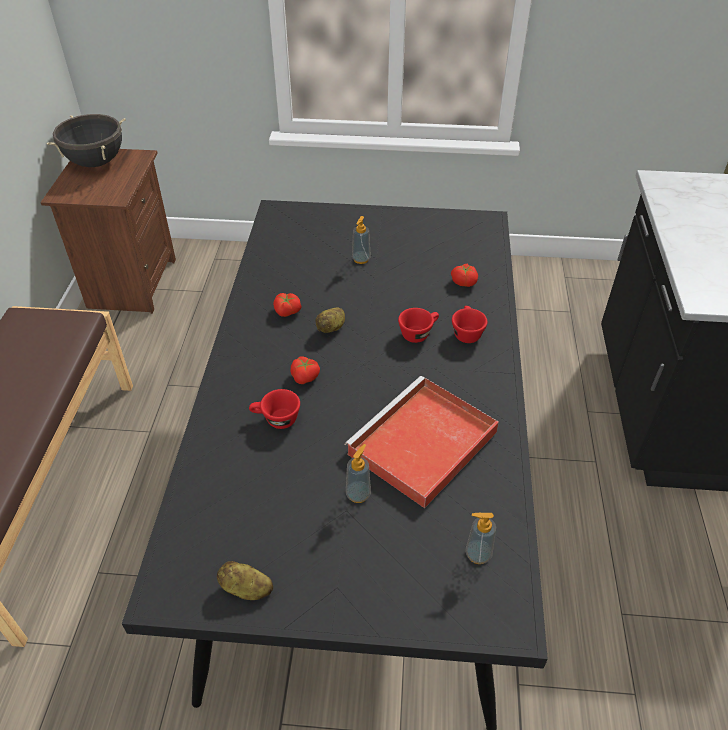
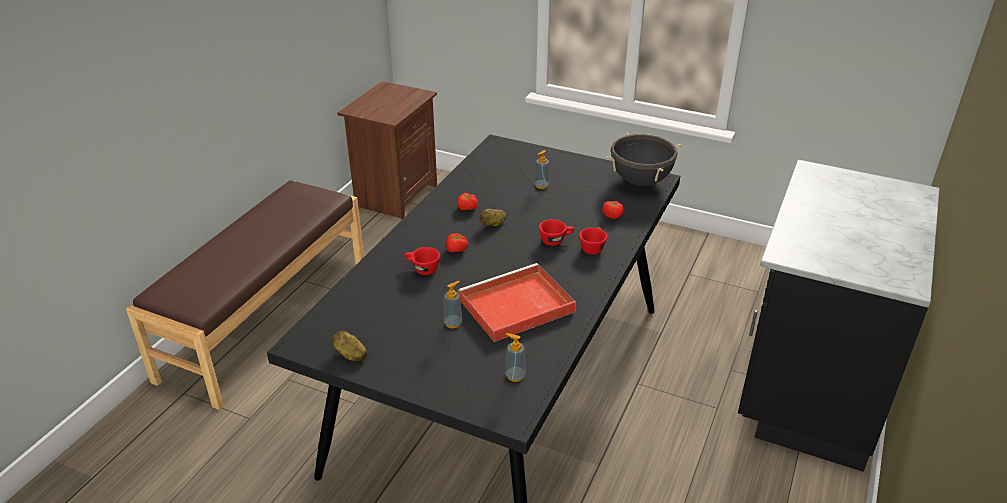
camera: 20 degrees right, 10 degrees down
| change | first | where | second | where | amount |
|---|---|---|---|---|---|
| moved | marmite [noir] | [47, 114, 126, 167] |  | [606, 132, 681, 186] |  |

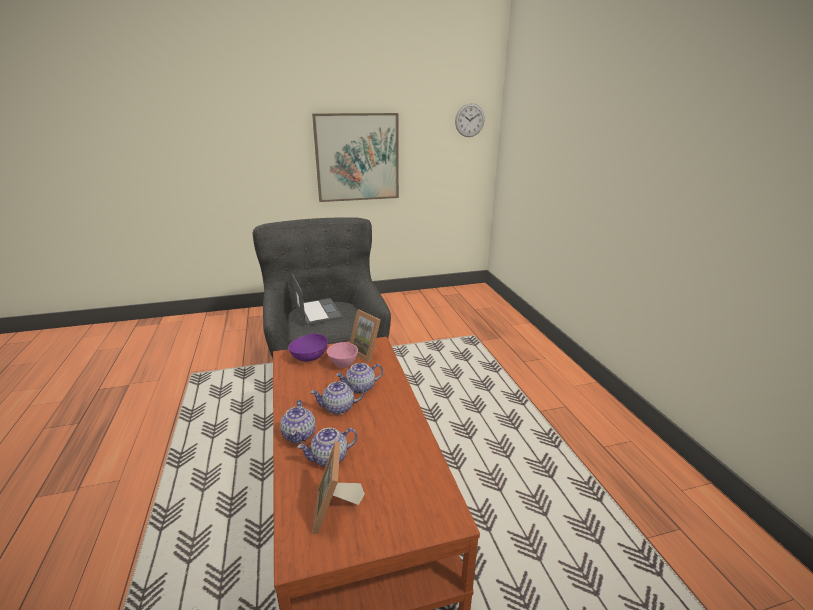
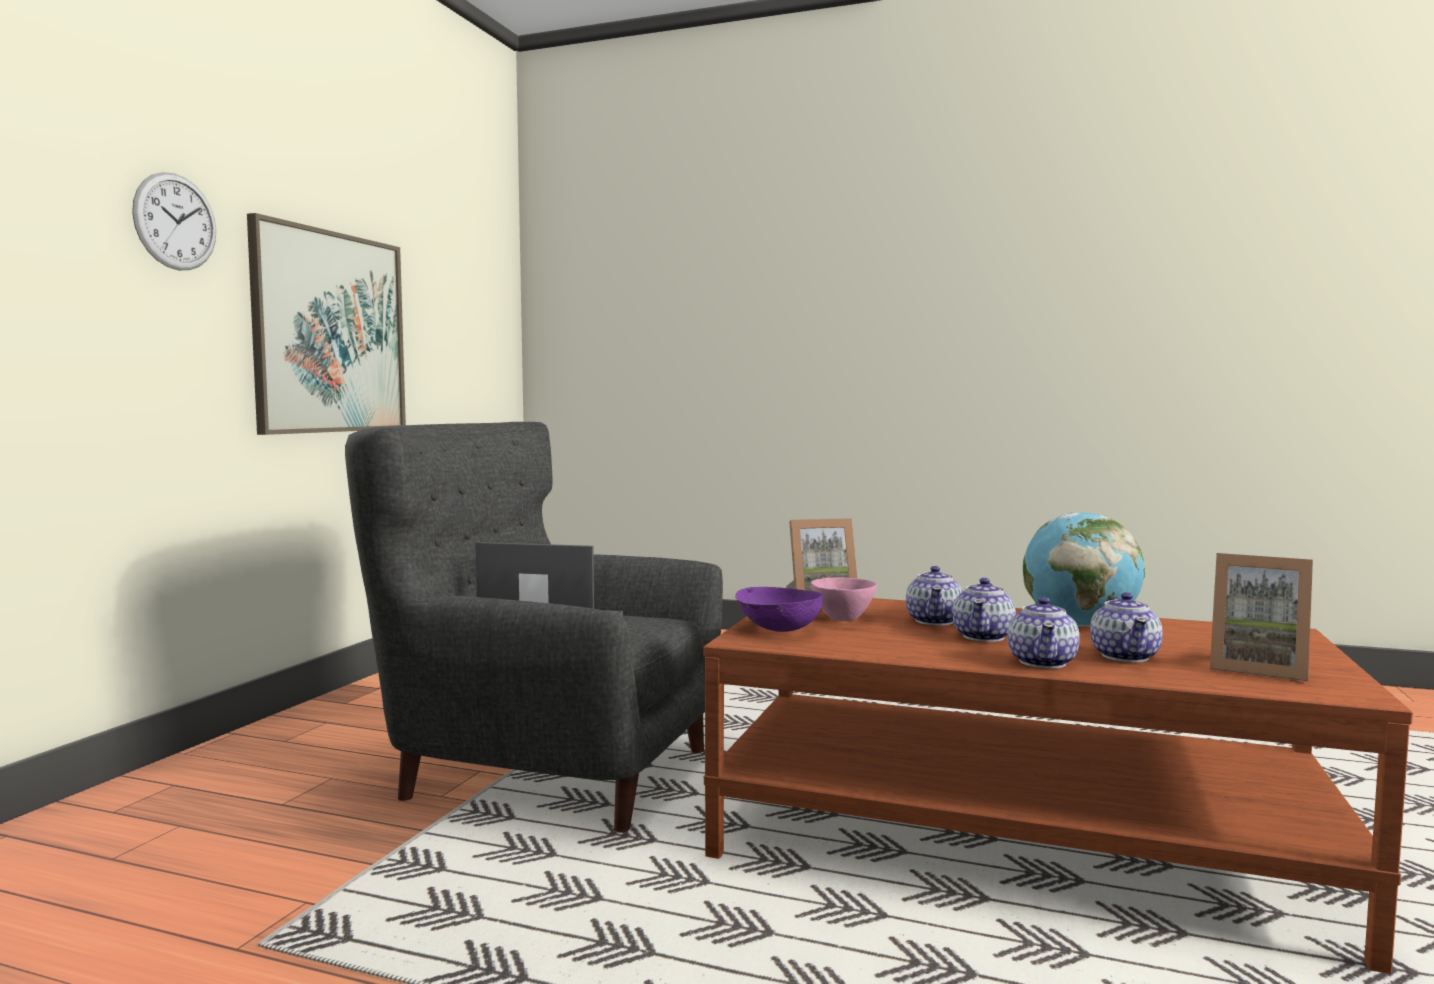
camera: 55 degrees left, 20 degrees down
| change | first | where | second | where | amount |
|---|---|---|---|---|---|
| moved | horloge murale | [455, 103, 485, 137] |  | [132, 172, 216, 270] |  |
| turned | théière | [280, 400, 316, 444] |  | [1008, 597, 1080, 669] | 75 degrees clockwise |
| added |  |  | globe | [1023, 512, 1145, 627] |  |

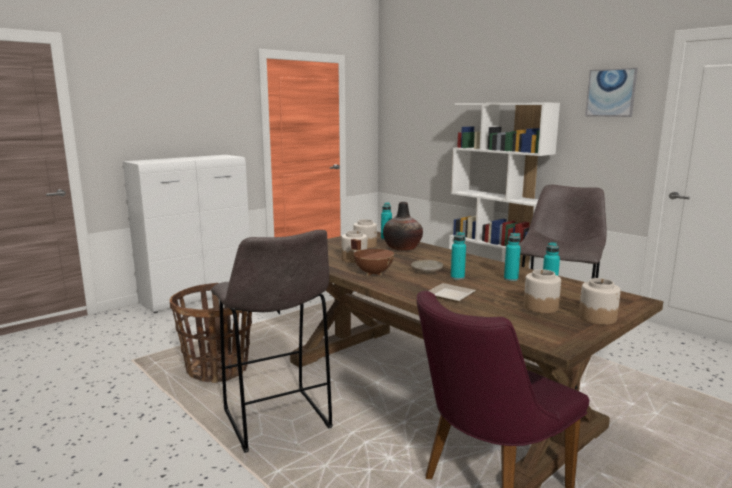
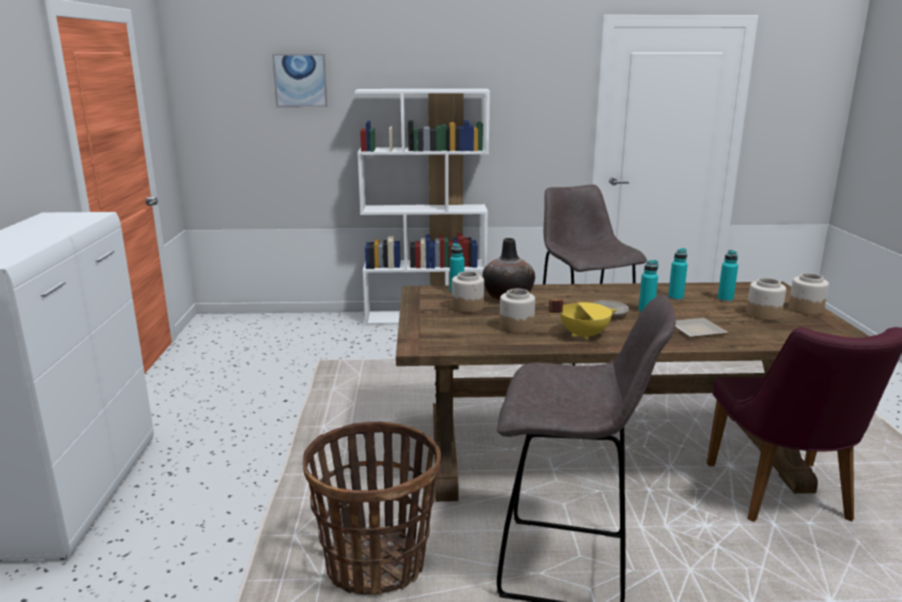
camera: 50 degrees left, 5 degrees up
| change | first | where | second | where | amount |
|---|---|---|---|---|---|
| moved | tableau | [585, 68, 638, 117] |  | [272, 54, 328, 107] |  |
| recoloured | marmite [marron] | [351, 239, 394, 276] | marmite [jaune] | [549, 299, 617, 340] |  |

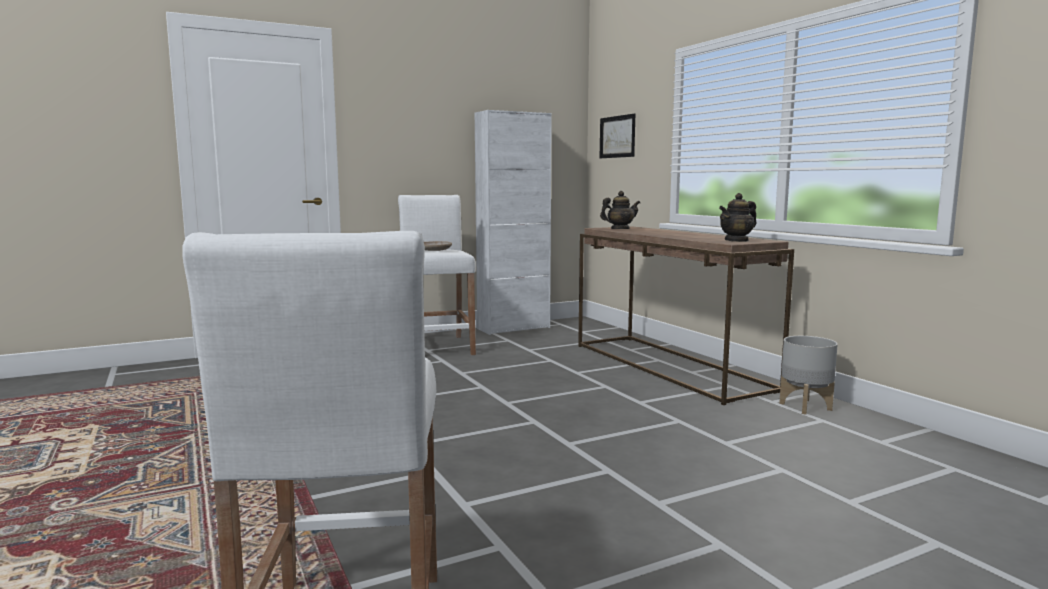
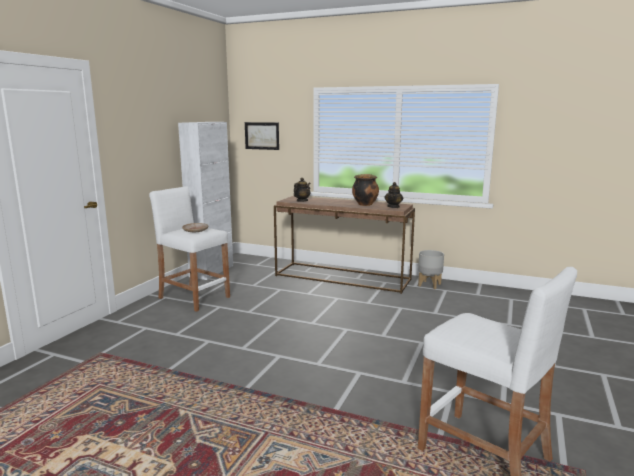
camera: 40 degrees left, 5 degrees up
| change | first | where | second | where | amount |
|---|---|---|---|---|---|
| added |  |  | marmite | [352, 174, 379, 206] |  |

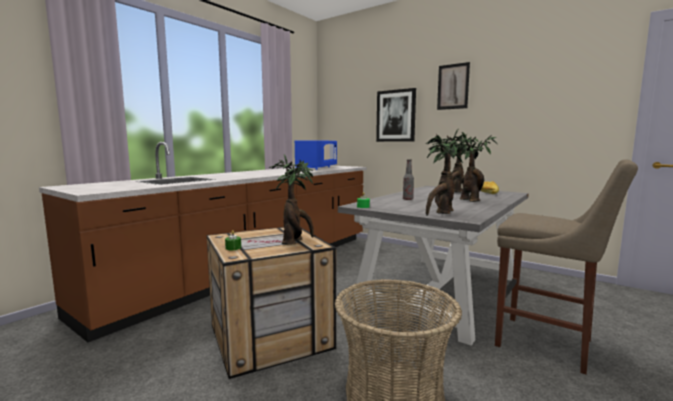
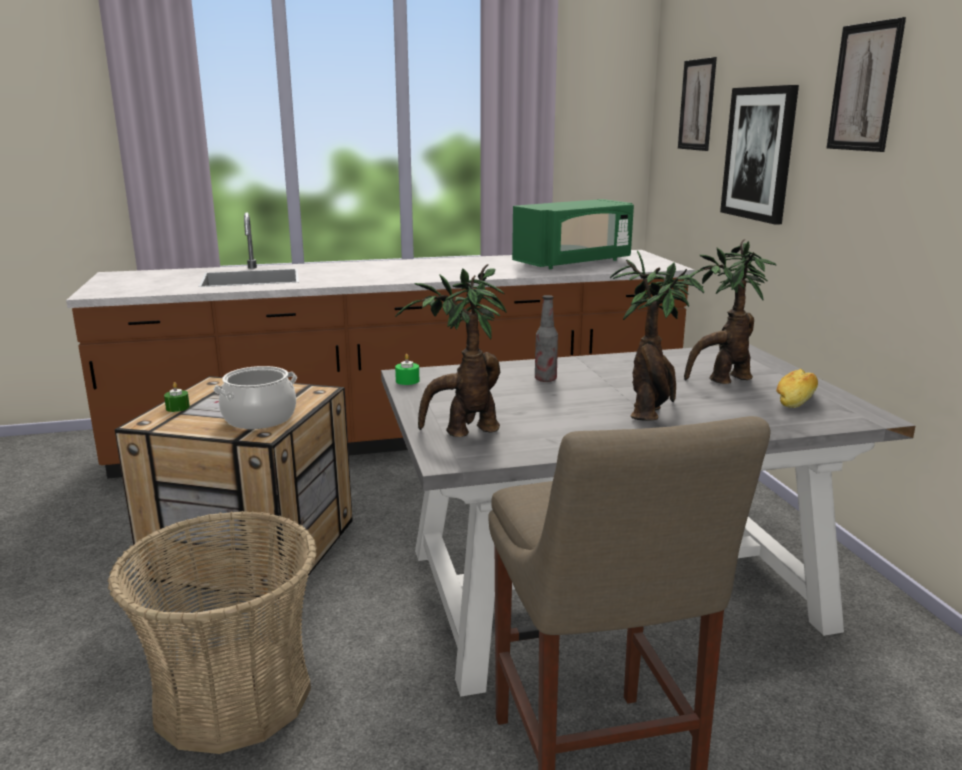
camera: 40 degrees right, 10 degrees up
| change | first | where | second | where | amount |
|---|---|---|---|---|---|
| recoloured | micro-ondes [bleu] | [295, 140, 337, 170] | micro-ondes [vert] | [512, 199, 634, 269] |  |
| replaced | plante en pot | [269, 155, 314, 245] | marmite | [214, 366, 297, 429] |  |
| added |  |  | tableau | [678, 57, 717, 151] |  |

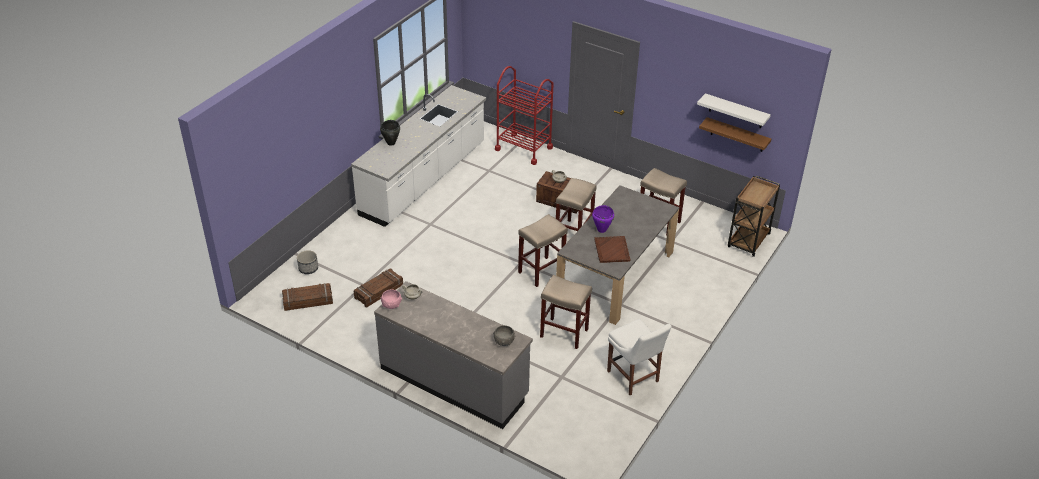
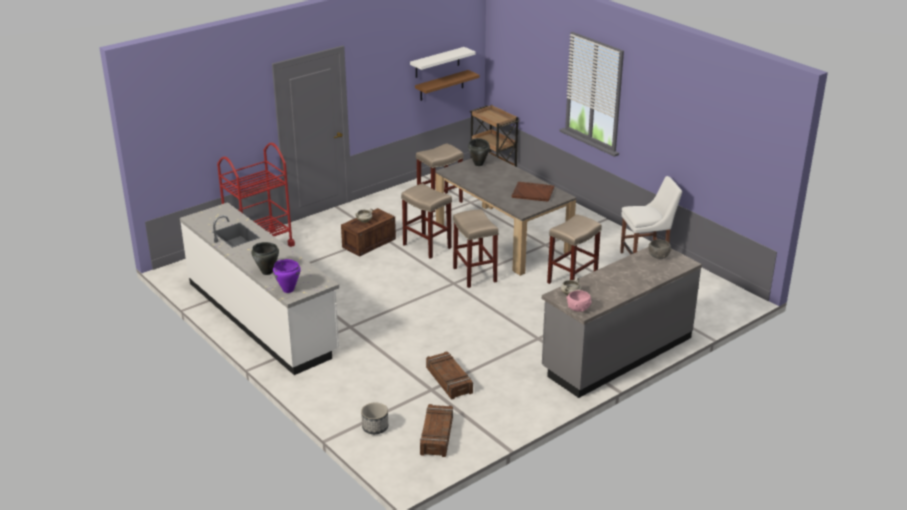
camera: 70 degrees left, 10 degrees down
| change | first | where | second | where | amount |
|---|---|---|---|---|---|
| moved | marmite [violet] | [592, 205, 614, 233] |  | [273, 259, 301, 293] |  |
| added |  |  | marmite [noir] | [468, 138, 490, 166] |  |

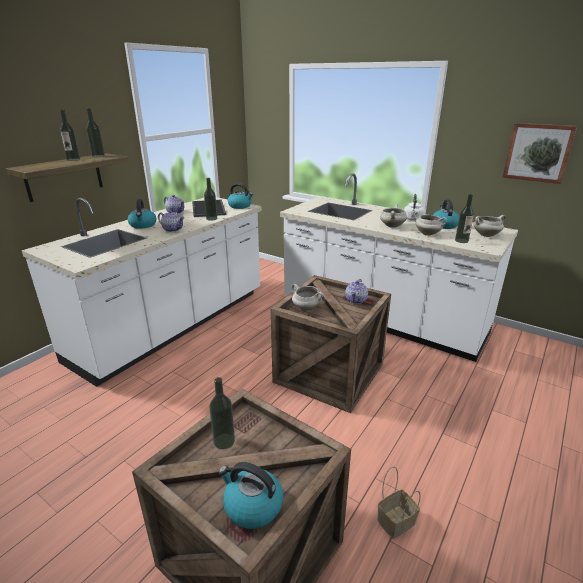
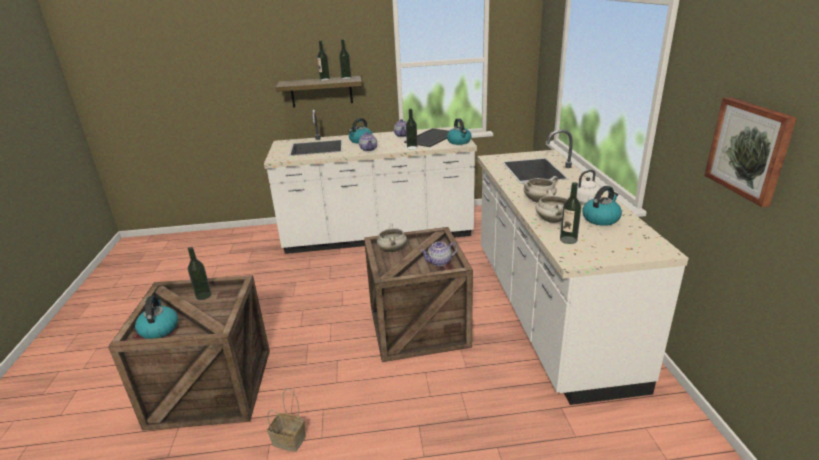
camera: 50 degrees right, 0 degrees up
| change | first | where | second | where | amount |
|---|---|---|---|---|---|
| removed | marmite [blanc] | [473, 215, 506, 237] |  |  |  |

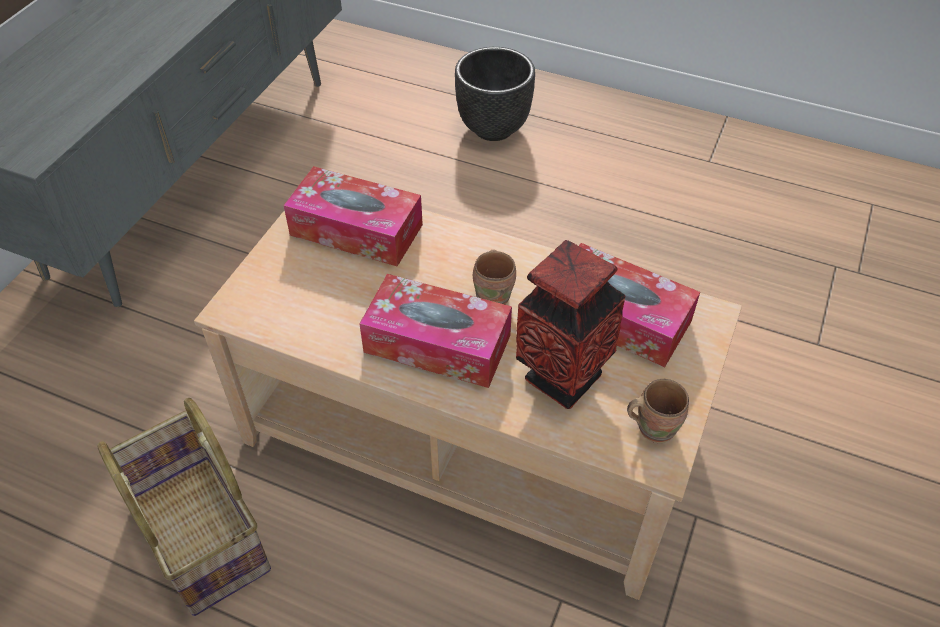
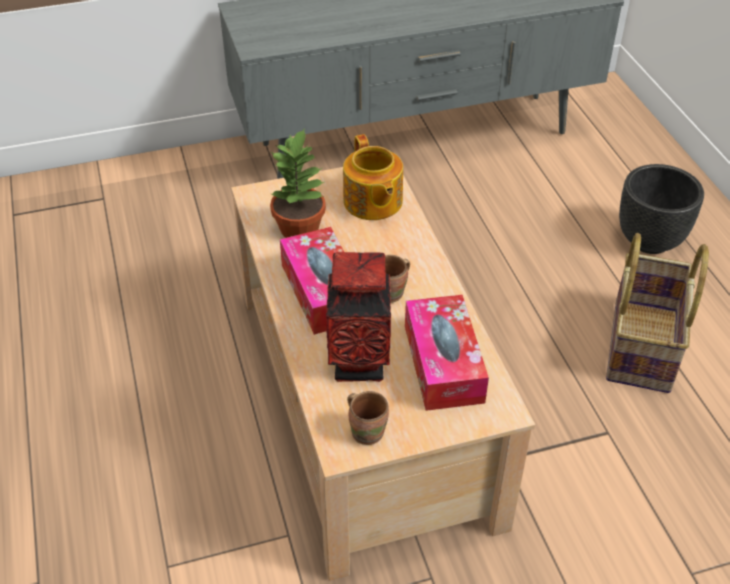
camera: 50 degrees right, 5 degrees down
| change | first | where | second | where | amount |
|---|---|---|---|---|---|
| replaced | boîte à mouchoirs | [283, 166, 423, 267] | théière | [343, 134, 403, 220] |  |
| moved | panier | [97, 398, 271, 616] |  | [606, 233, 709, 393] |  |
| added |  |  | plante en pot | [270, 129, 326, 238] |  |

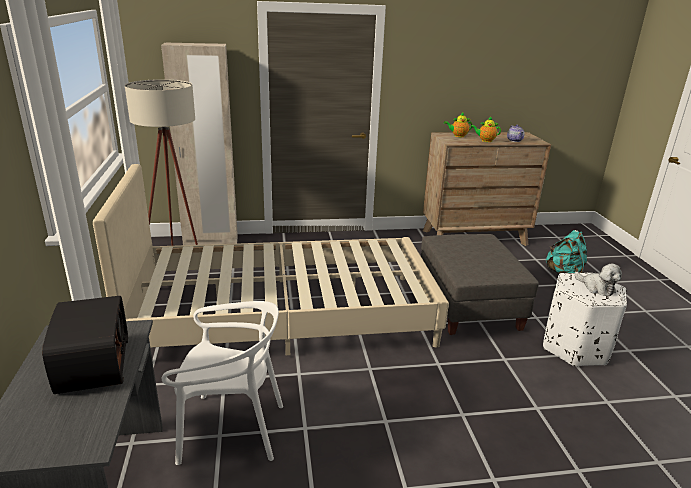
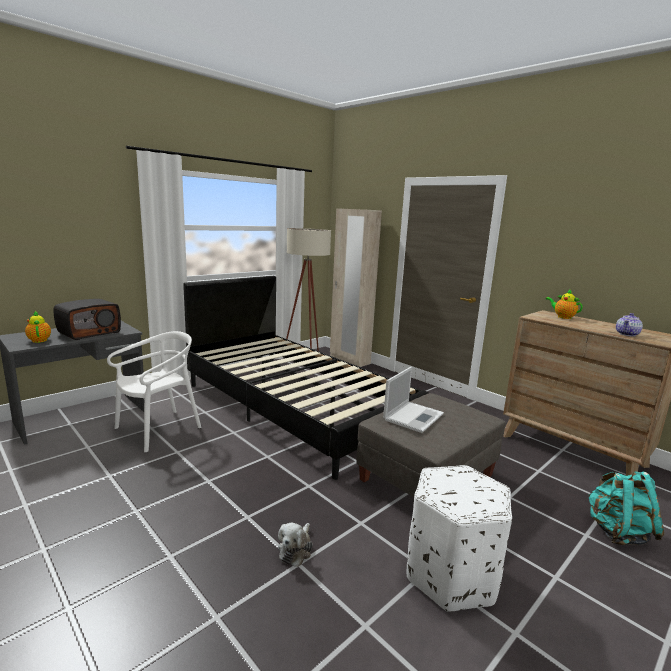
camera: 55 degrees right, 10 degrees down
| change | first | where | second | where | amount |
|---|---|---|---|---|---|
| moved | théière | [470, 116, 501, 142] |  | [25, 311, 51, 343] |  |
| recoloured | lit [beige] | [93, 164, 449, 355] | lit [noir] | [183, 276, 429, 480] |  |
| moved | peluche | [575, 264, 622, 296] |  | [278, 523, 313, 567] |  |
| turned | chaise [blanc] | [162, 301, 283, 465] |  | [107, 331, 201, 452] | 105 degrees counterclockwise |
| added |  |  | ordinateur portable | [383, 367, 444, 433] |  |

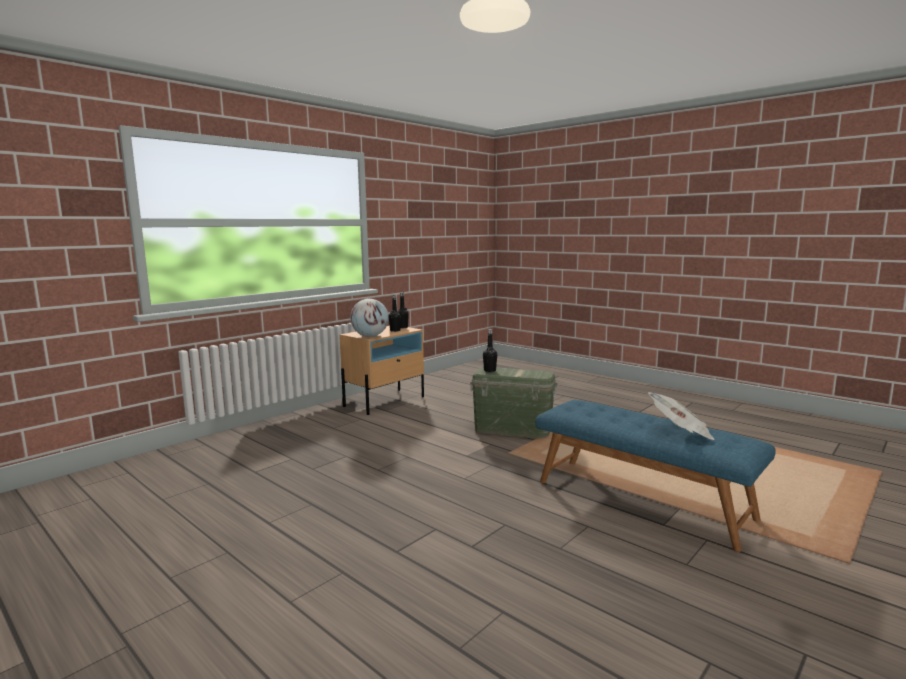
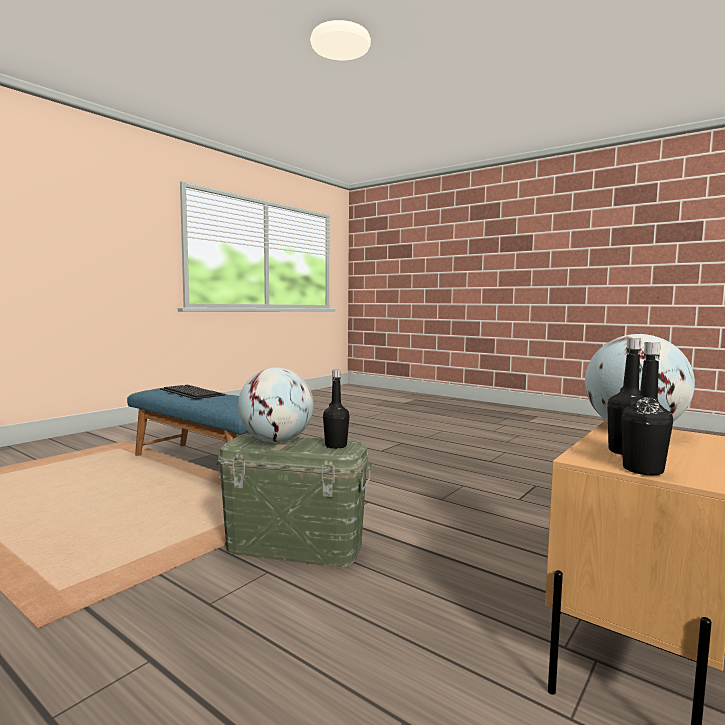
camera: 175 degrees right, 5 degrees down
| change | first | where | second | where | amount |
|---|---|---|---|---|---|
| replaced | journal | [648, 392, 714, 440] | clavier | [160, 385, 226, 399] |  |
| added |  |  | globe | [238, 368, 314, 443] |  |

